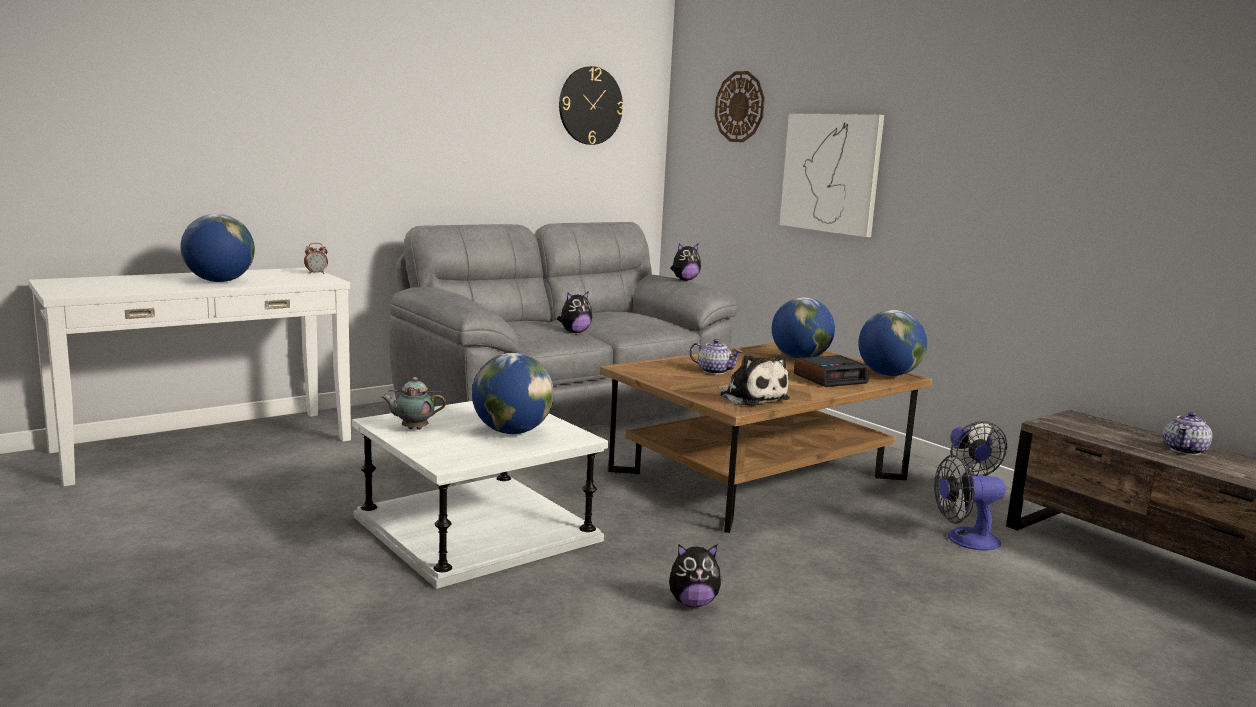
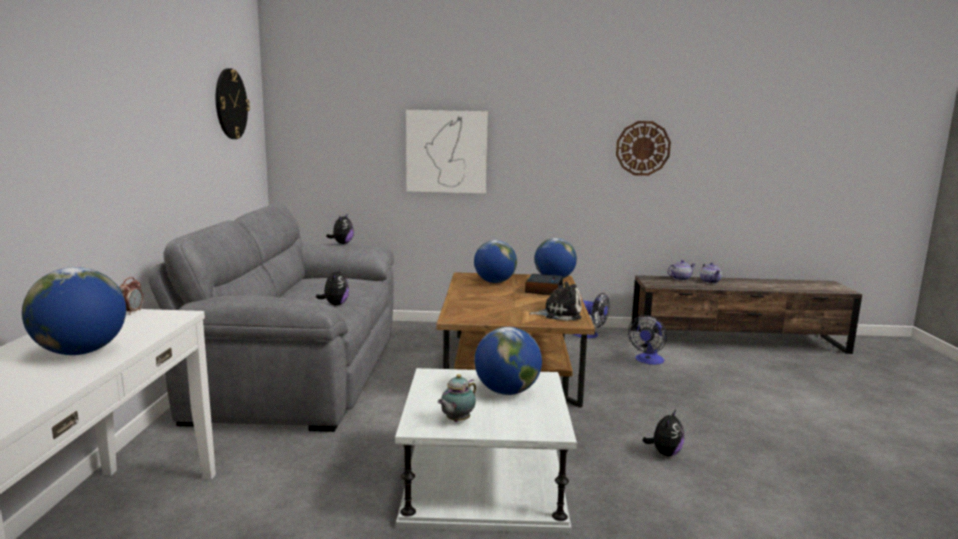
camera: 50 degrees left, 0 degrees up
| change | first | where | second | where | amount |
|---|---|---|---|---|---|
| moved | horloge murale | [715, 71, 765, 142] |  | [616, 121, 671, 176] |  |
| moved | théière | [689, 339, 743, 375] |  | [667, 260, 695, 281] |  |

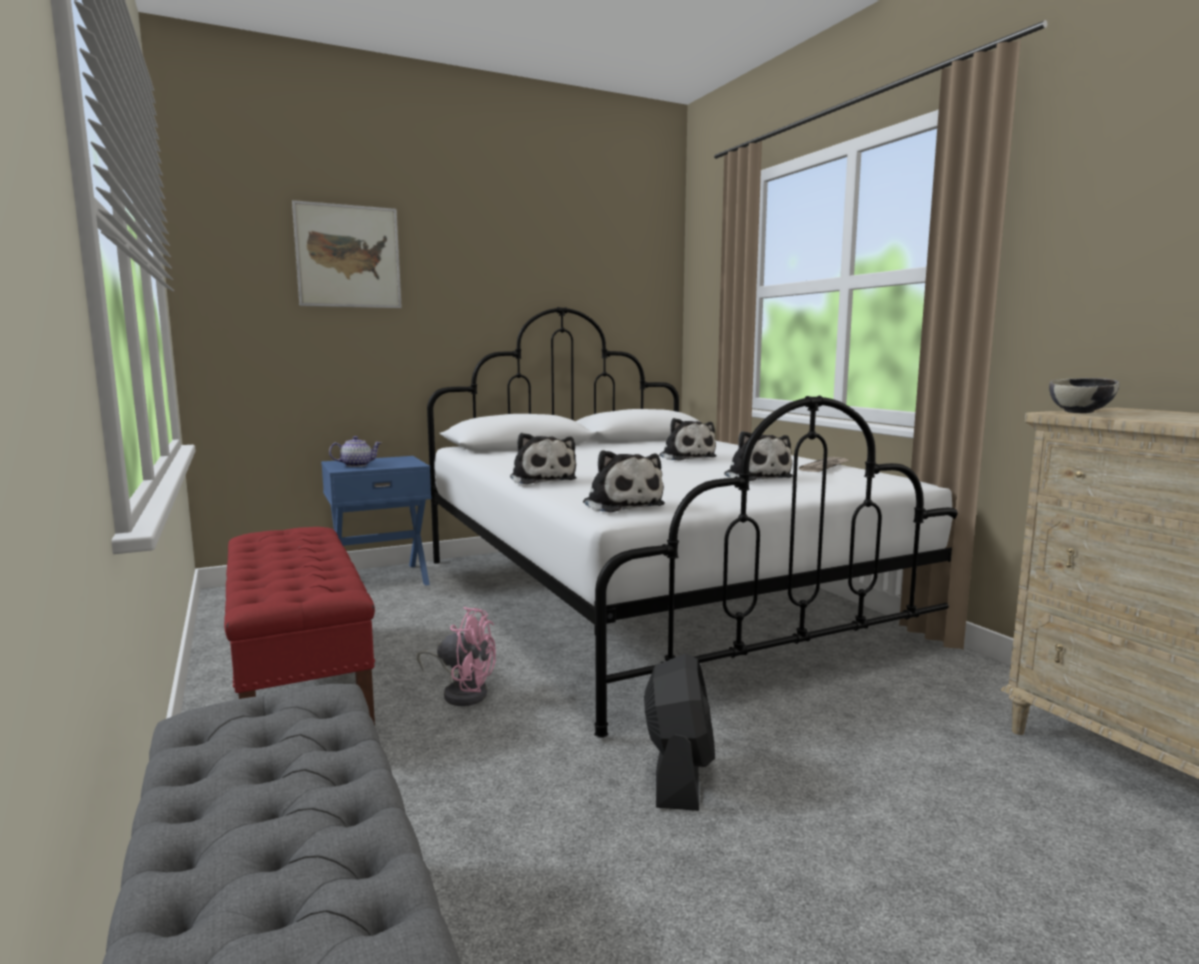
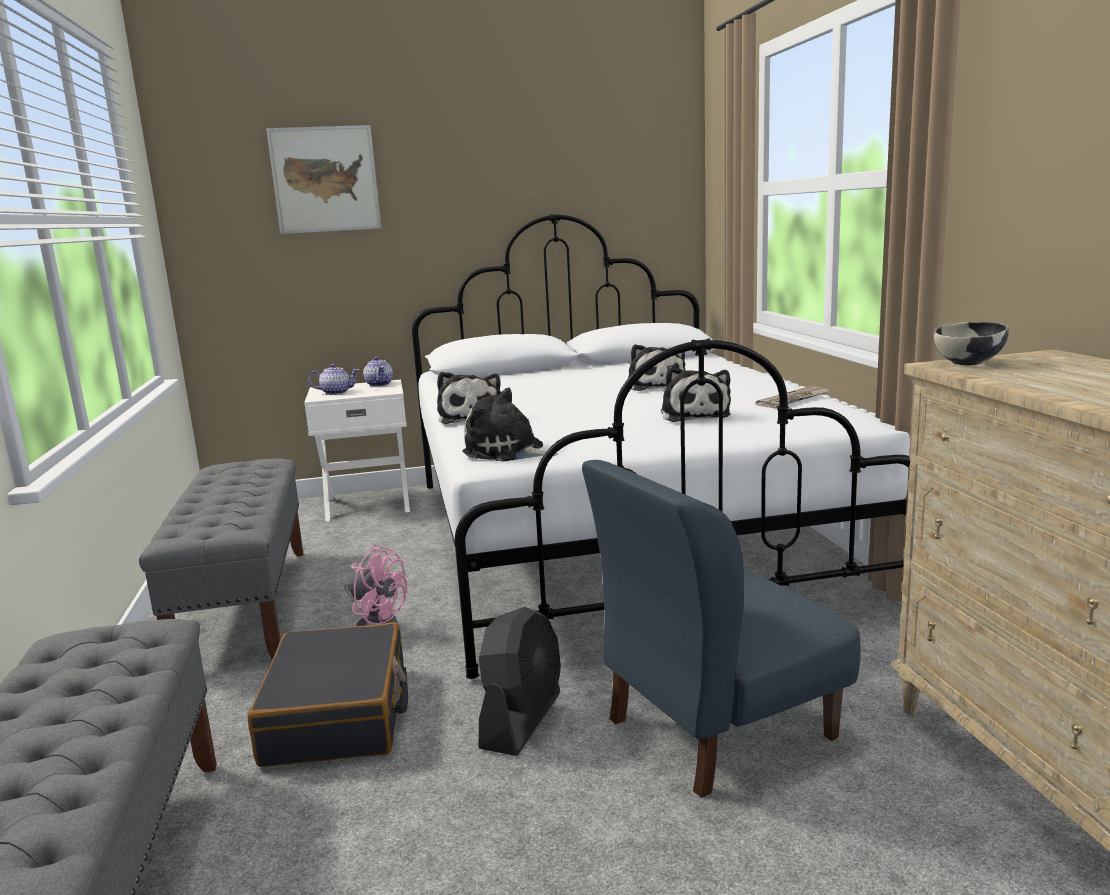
camera: 15 degrees right, 5 degrees up
| change | first | where | second | where | amount |
|---|---|---|---|---|---|
| turned | peluche | [583, 450, 665, 513] |  | [462, 387, 558, 462] | 135 degrees clockwise |
| recoloured | table de chevet [bleu] | [321, 456, 431, 586] | table de chevet [blanc] | [304, 380, 410, 522] |  |
| recoloured | banc [rouge] | [224, 527, 375, 725] | banc [gris] | [139, 459, 304, 660] |  |
| added |  |  | théière | [363, 356, 393, 387] |  |
| added |  |  | chaise [bleu] | [582, 460, 861, 798] |  |
| added |  |  | valise [noir] | [248, 623, 408, 767] |  |

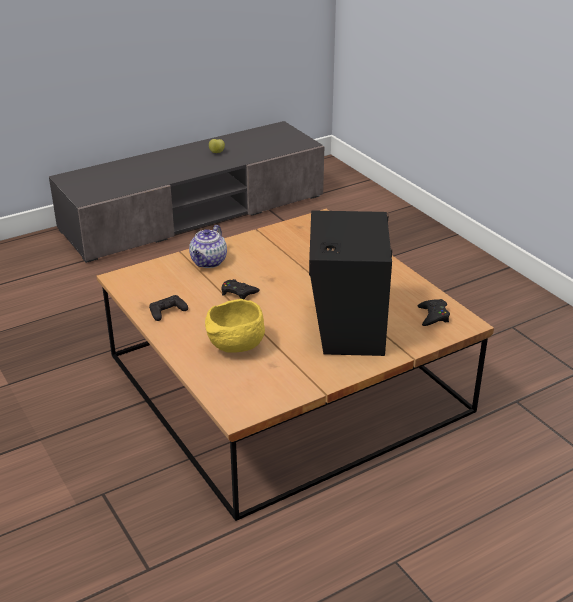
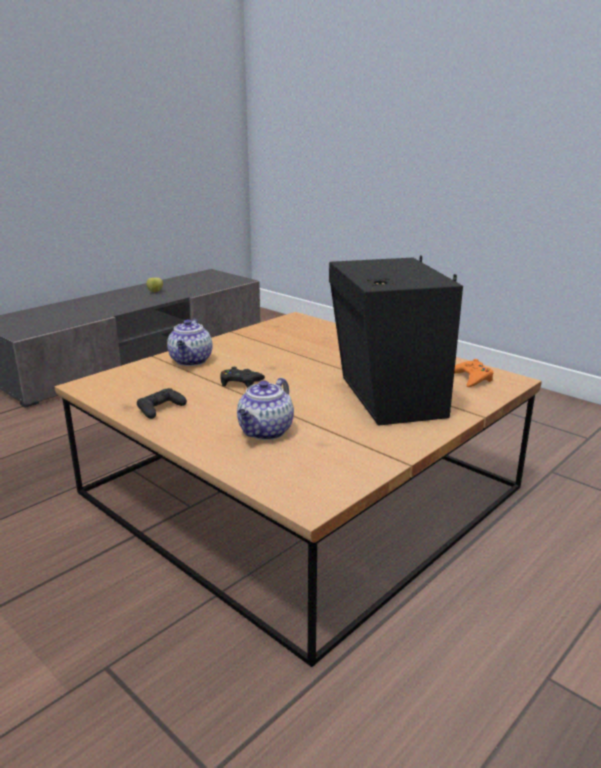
camera: 15 degrees left, 10 degrees down
| change | first | where | second | where | amount |
|---|---|---|---|---|---|
| replaced | bol [jaune] | [205, 299, 265, 353] | théière | [237, 378, 294, 440] |  |
| recoloured | manette [noir] | [418, 299, 450, 326] | manette [orange] | [454, 359, 494, 387] |  |

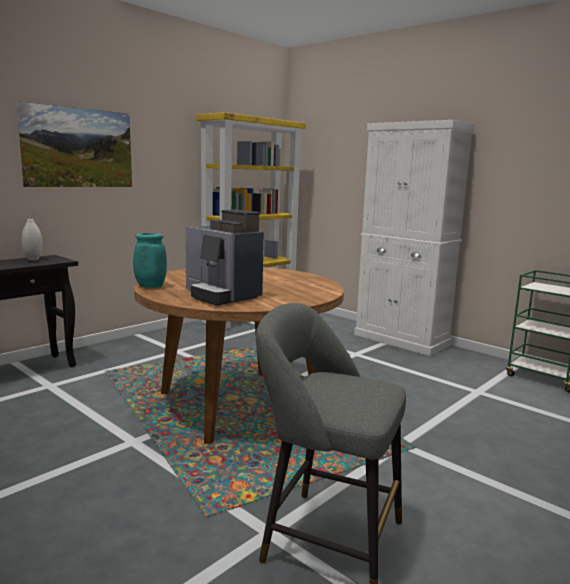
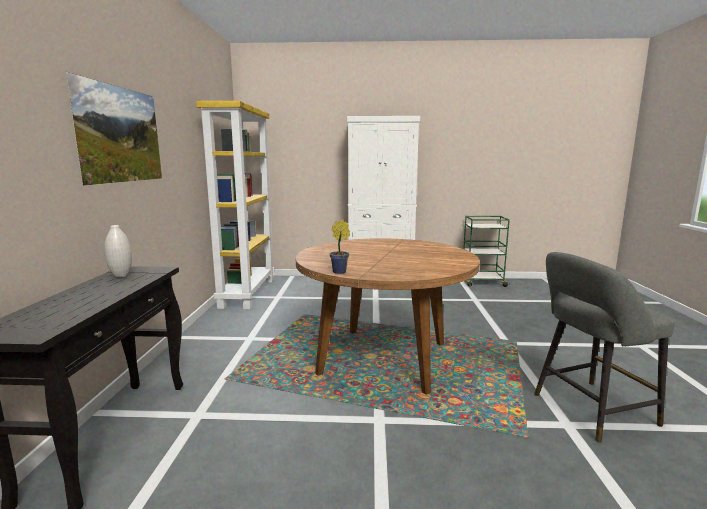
camera: 40 degrees left, 0 degrees up
| change | first | where | second | where | amount |
|---|---|---|---|---|---|
| removed | machine à café | [185, 210, 264, 306] |  |  |  |
| replaced | vase [turquoise] | [133, 233, 167, 288] | plante en pot | [330, 219, 350, 274] |  |

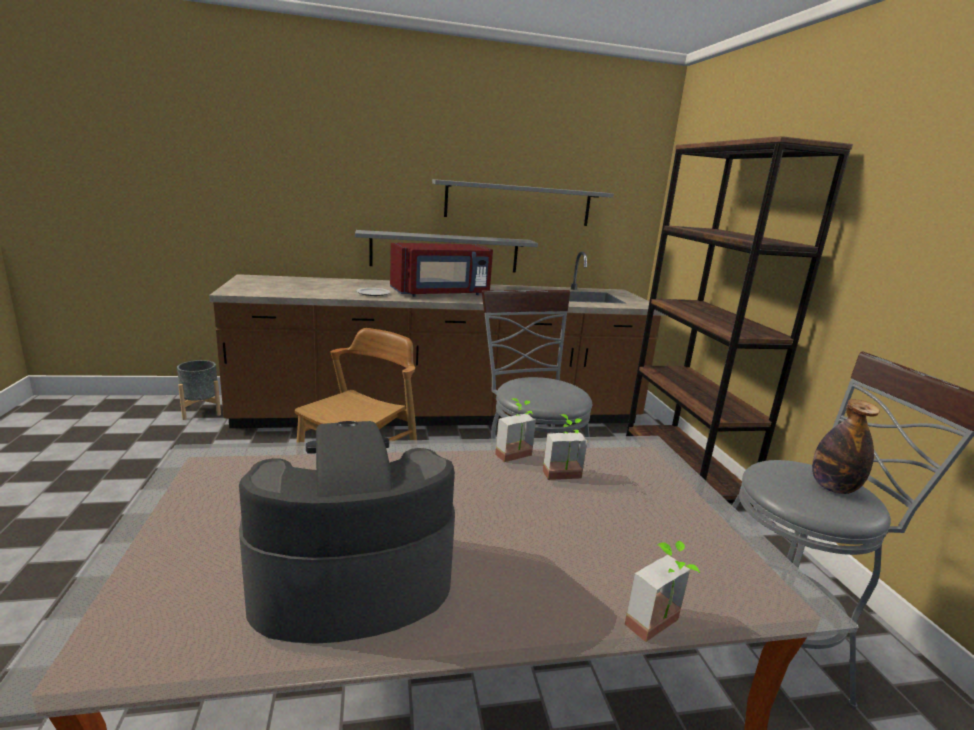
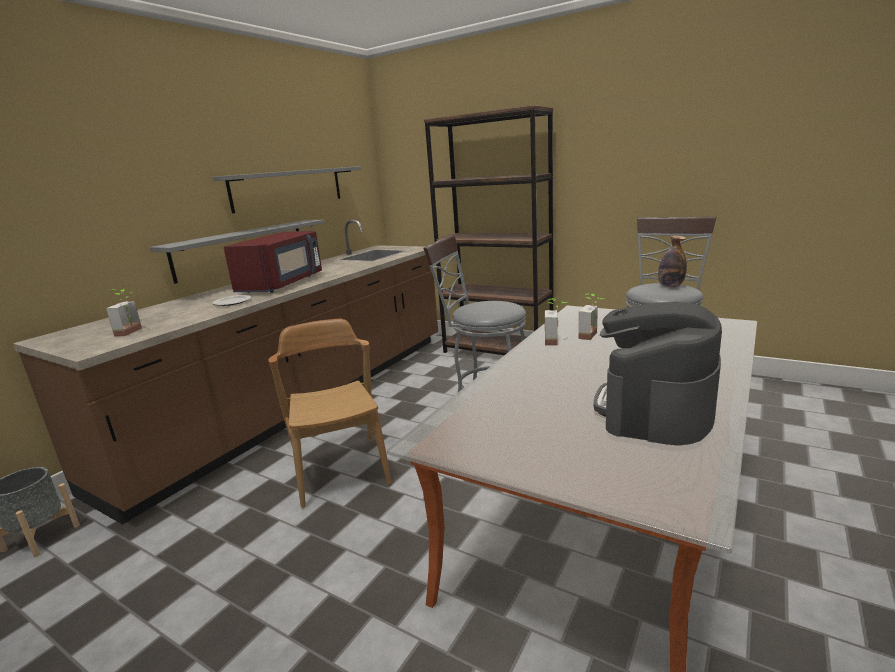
camera: 45 degrees left, 0 degrees up
| change | first | where | second | where | amount |
|---|---|---|---|---|---|
| moved | plante en pot | [625, 541, 700, 642] |  | [106, 289, 142, 337] |  |

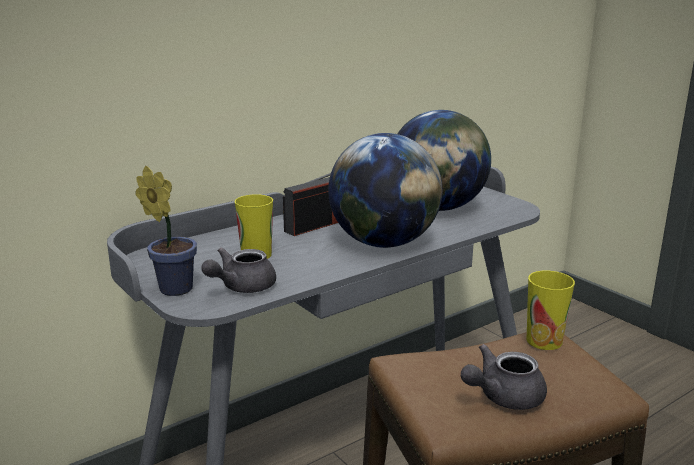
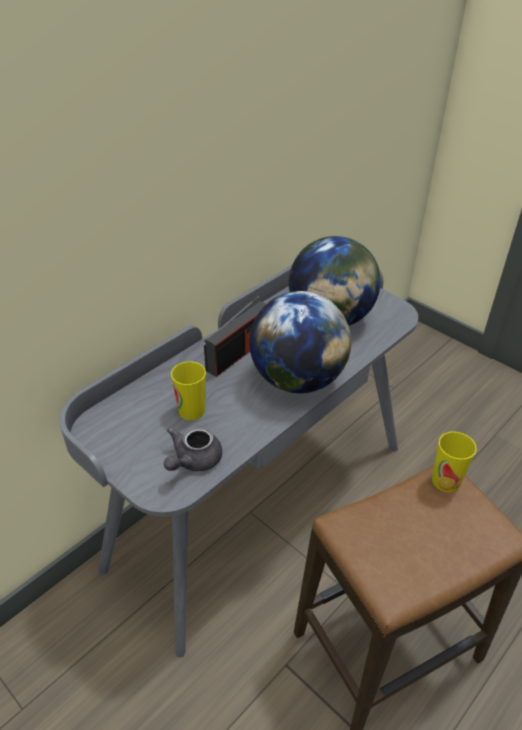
camera: 10 degrees left, 20 degrees up
| change | first | where | second | where | amount |
|---|---|---|---|---|---|
| removed | plante en pot | [135, 166, 197, 296] |  |  |  |
| removed | théière [gris] | [461, 344, 547, 410] |  |  |  |

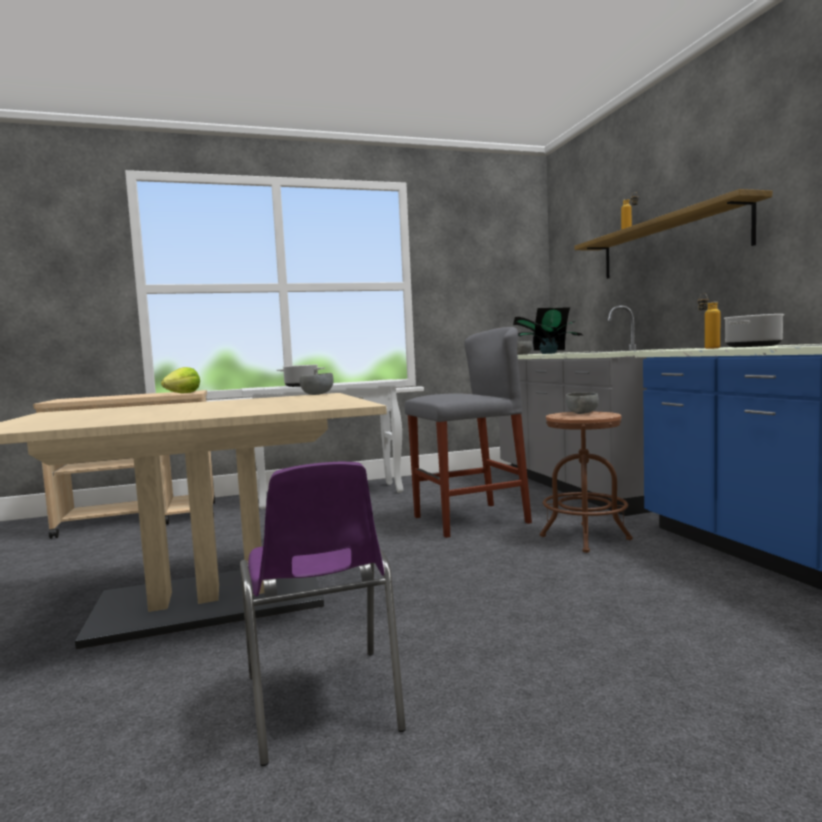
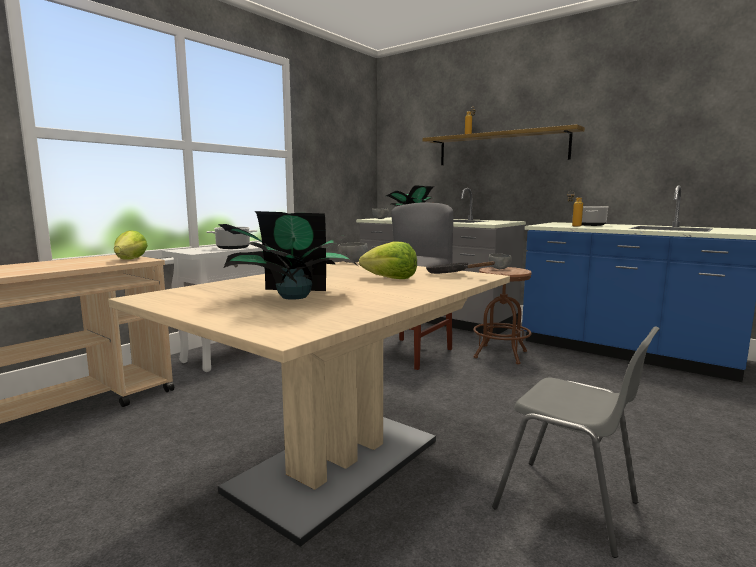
camera: 35 degrees left, 5 degrees up
| change | first | where | second | where | amount |
|---|---|---|---|---|---|
| recoloured | chaise [violet] | [240, 462, 406, 766] | chaise [gris] | [492, 326, 660, 558] |  |
| added |  |  | plante en pot | [217, 211, 359, 300] |  |
| added |  |  | laitue | [359, 242, 417, 279] |  |
| added |  |  | poêle [noir] | [426, 261, 495, 274] |  |

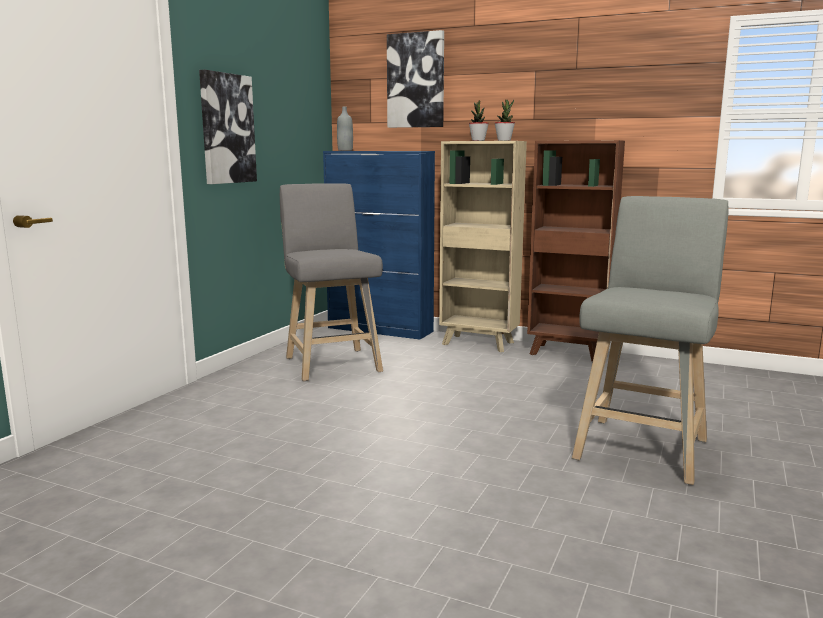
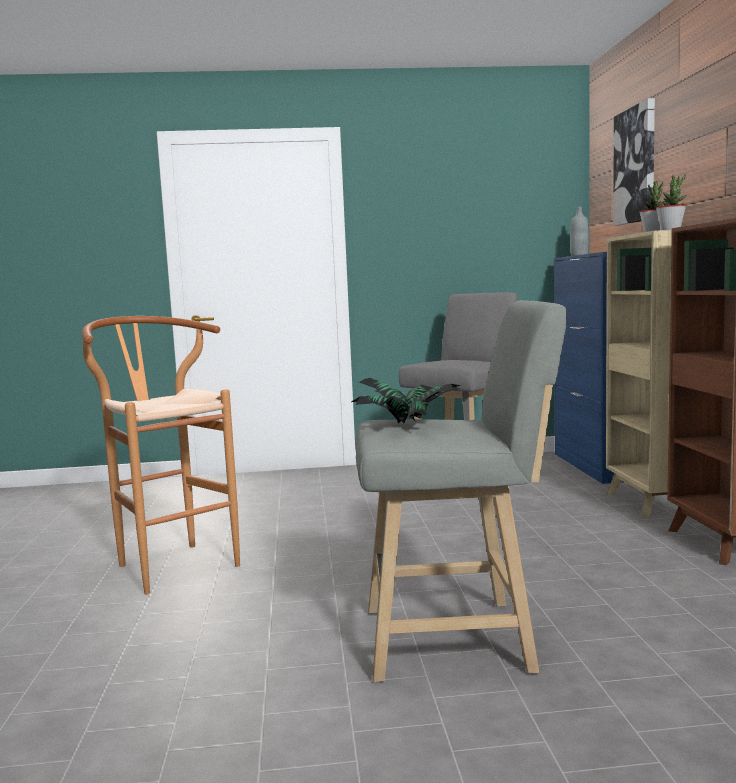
camera: 60 degrees right, 5 degrees down
| change | first | where | second | where | amount |
|---|---|---|---|---|---|
| removed | tableau | [199, 70, 257, 184] |  |  |  |
| added |  |  | tabouret [marron] | [82, 316, 240, 595] |  |
| added |  |  | plante en pot | [352, 378, 461, 426] |  |

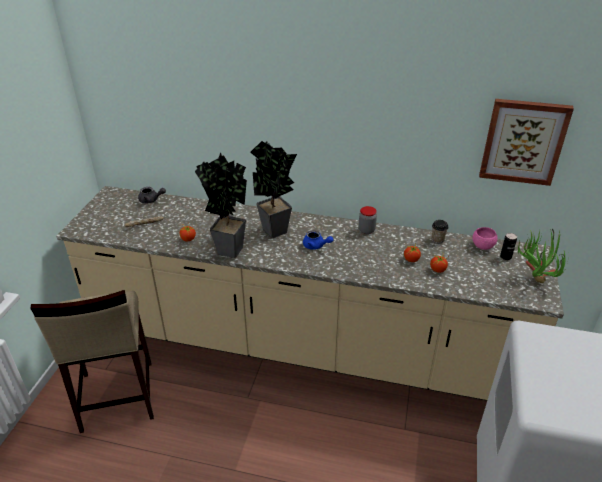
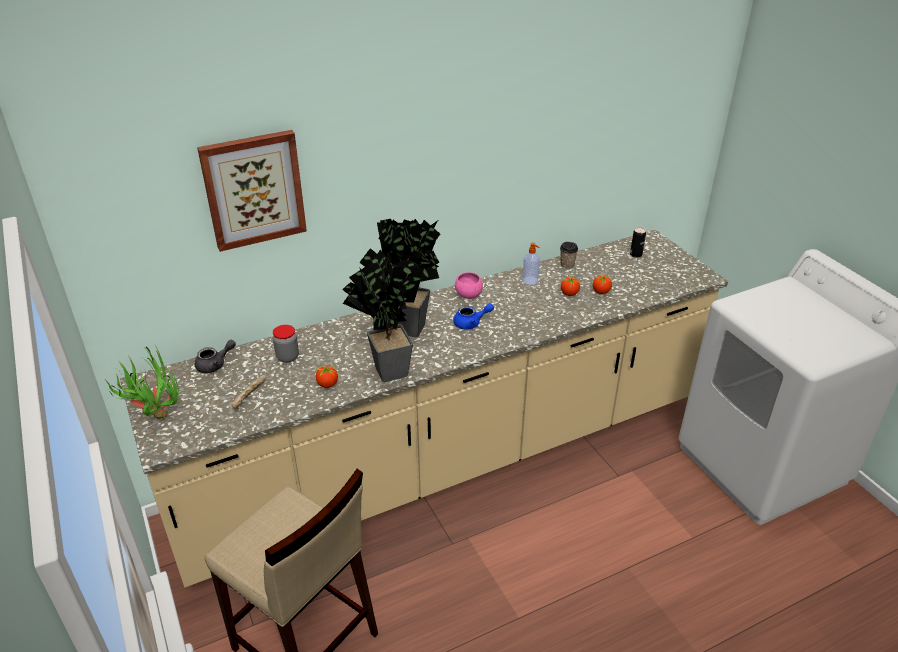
camera: 40 degrees left, 0 degrees up
| change | first | where | second | where | amount |
|---|---|---|---|---|---|
| moved | tableau | [479, 99, 574, 186] |  | [197, 130, 307, 252] |  |
| moved | bocal | [359, 206, 377, 234] |  | [273, 325, 299, 363] |  |
| moved | bol [rose] | [472, 227, 498, 250] |  | [455, 272, 483, 299] |  |
| moved | plante en pot | [518, 229, 569, 283] |  | [106, 345, 179, 419] |  |
| added |  |  | distributeur de savon | [522, 242, 540, 285] |  |

